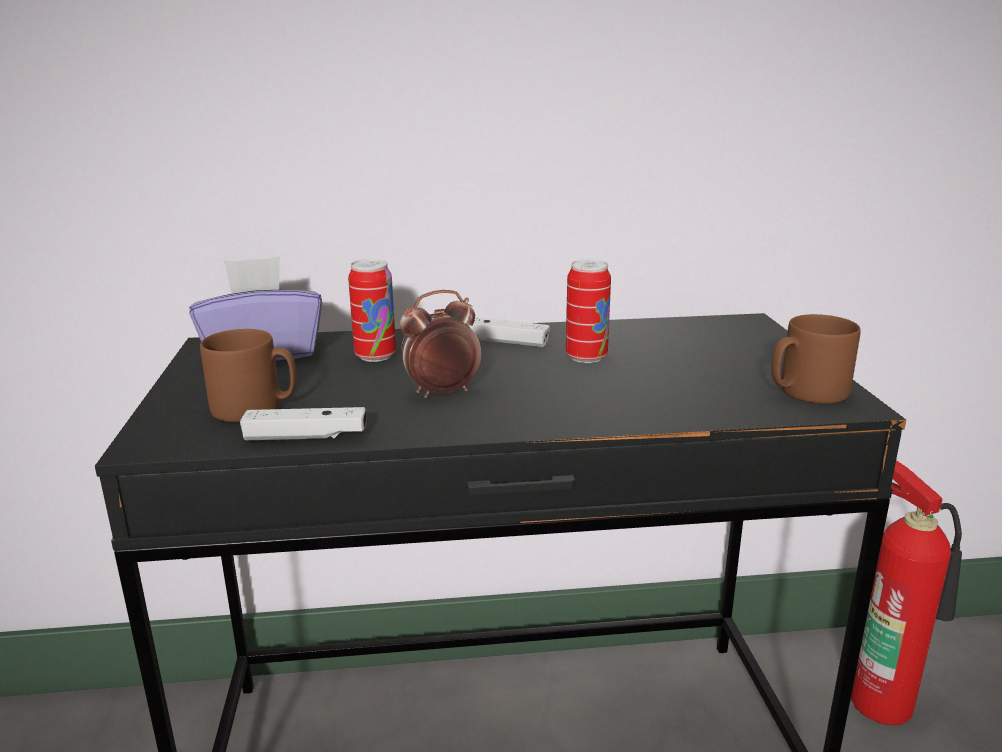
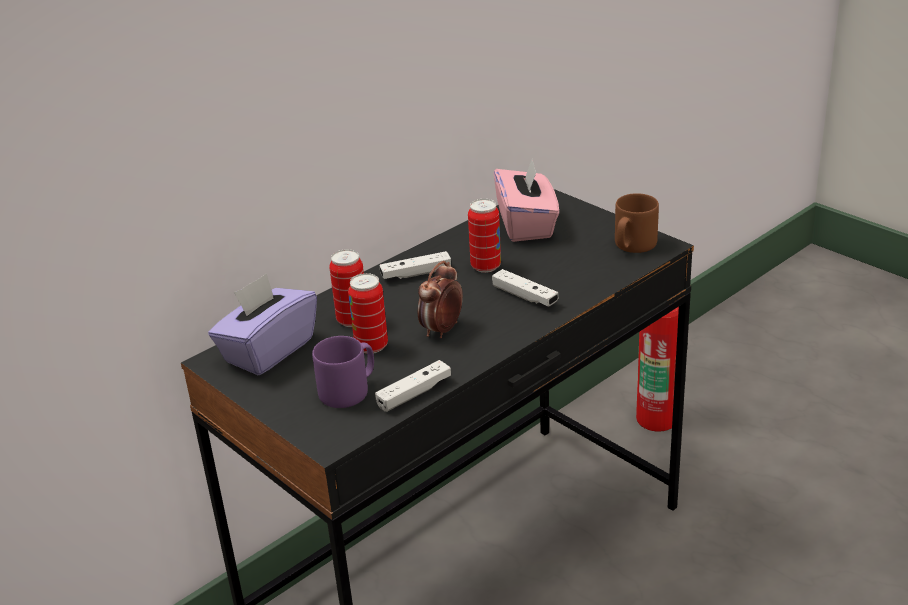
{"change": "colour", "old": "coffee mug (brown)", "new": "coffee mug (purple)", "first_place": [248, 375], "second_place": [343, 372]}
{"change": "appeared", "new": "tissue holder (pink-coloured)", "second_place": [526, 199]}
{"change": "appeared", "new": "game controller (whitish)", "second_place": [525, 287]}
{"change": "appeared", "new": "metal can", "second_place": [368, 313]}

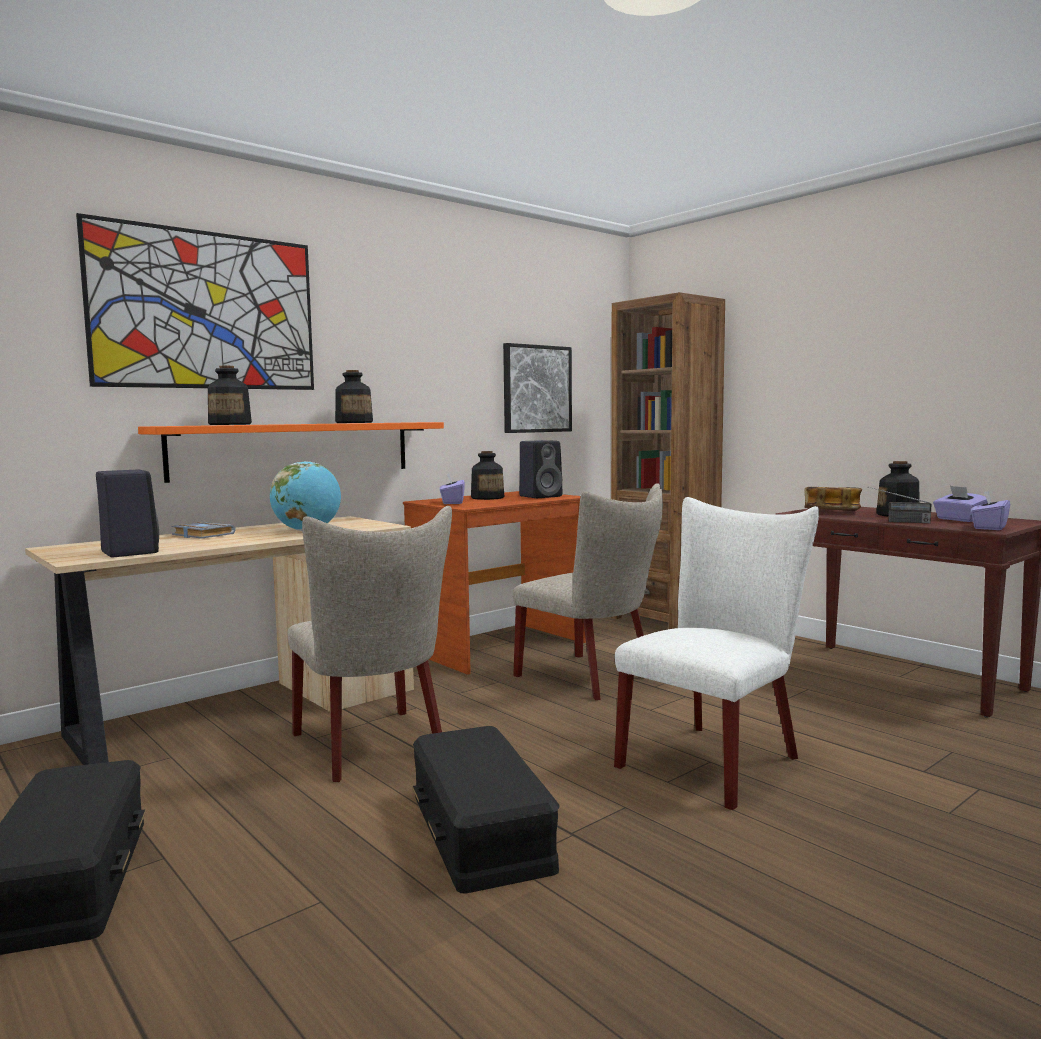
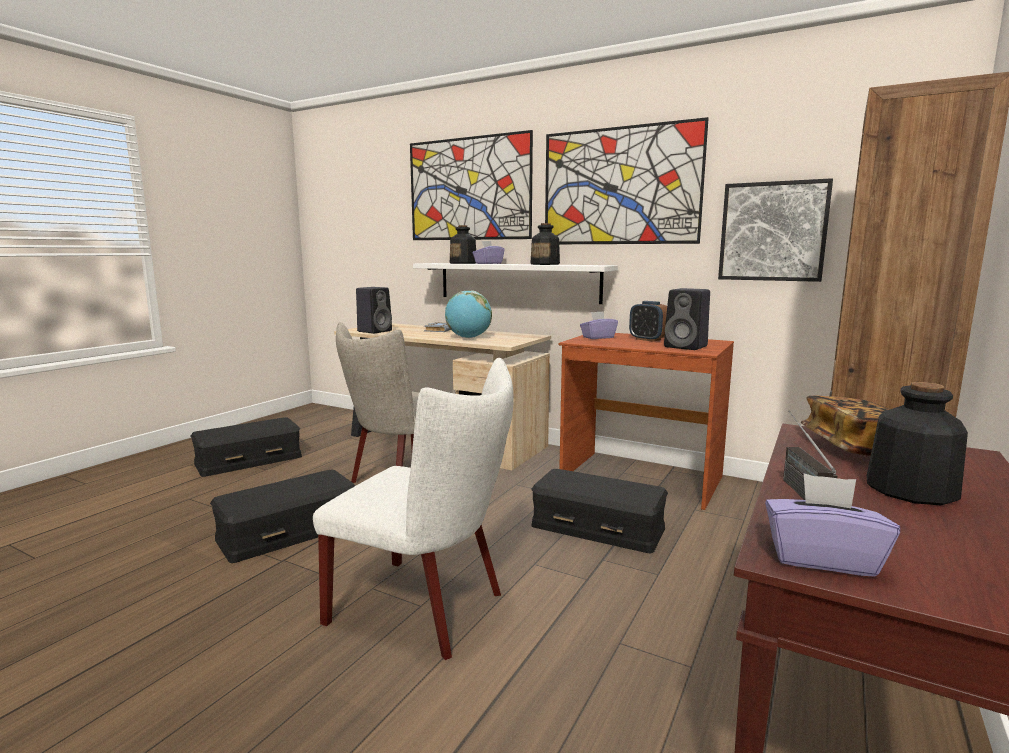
{"change": "colour", "old": "wall shelf (orange)", "new": "wall shelf (whitish)", "first_place": [291, 452], "second_place": [515, 283]}
{"change": "exchanged", "old": "bottle", "new": "alarm clock", "first_place": [487, 475], "second_place": [648, 321]}
{"change": "exchanged", "old": "chair (sand-coloured)", "new": "storage bin (black)", "first_place": [588, 591], "second_place": [599, 511]}
{"change": "relocated", "old": "tissue holder (purple)", "first_place": [960, 504], "second_place": [489, 252]}
{"change": "appeared", "new": "wall picture", "second_place": [626, 180]}

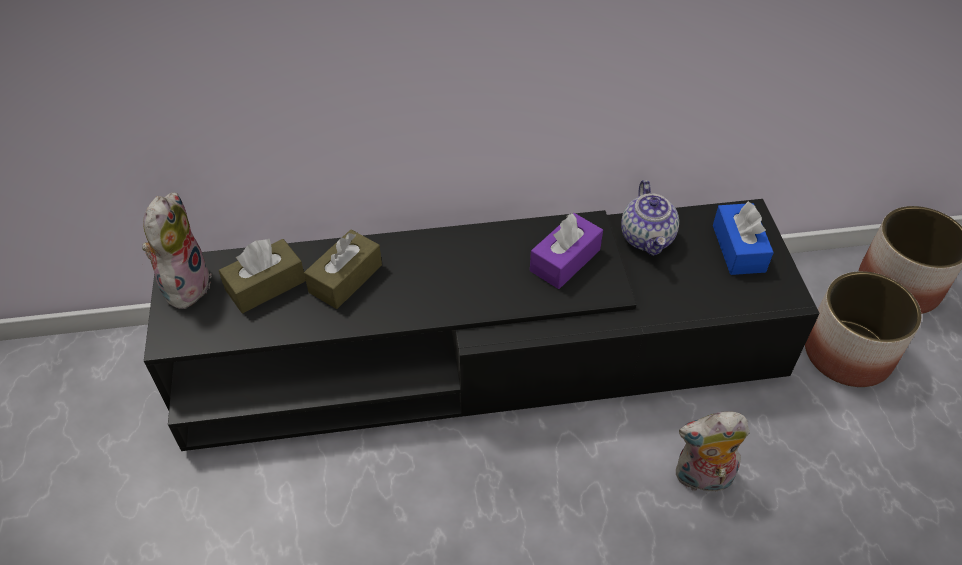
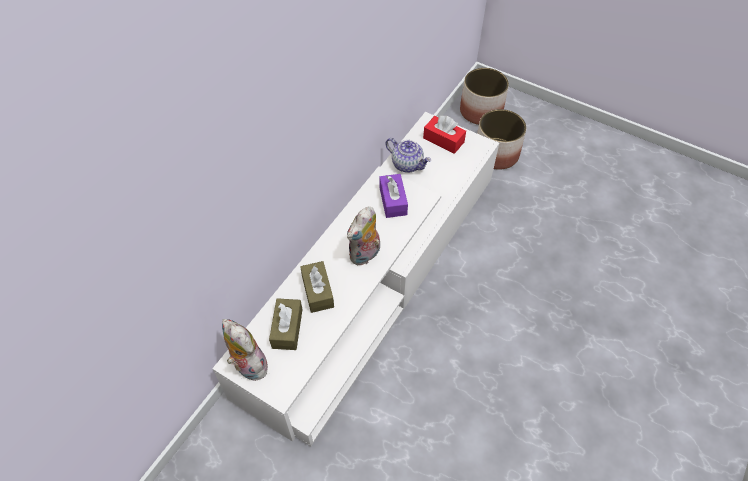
{"change": "colour", "old": "tv stand (black)", "new": "tv stand (whitish)", "first_place": [482, 325], "second_place": [355, 279]}
{"change": "colour", "old": "tissue holder (bluish)", "new": "tissue holder (reddish)", "first_place": [743, 238], "second_place": [444, 135]}
{"change": "relocated", "old": "plush toy", "first_place": [713, 454], "second_place": [363, 236]}

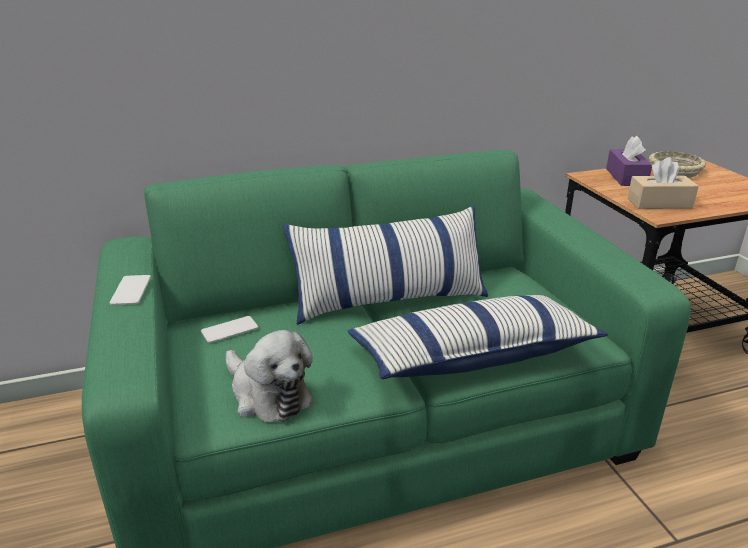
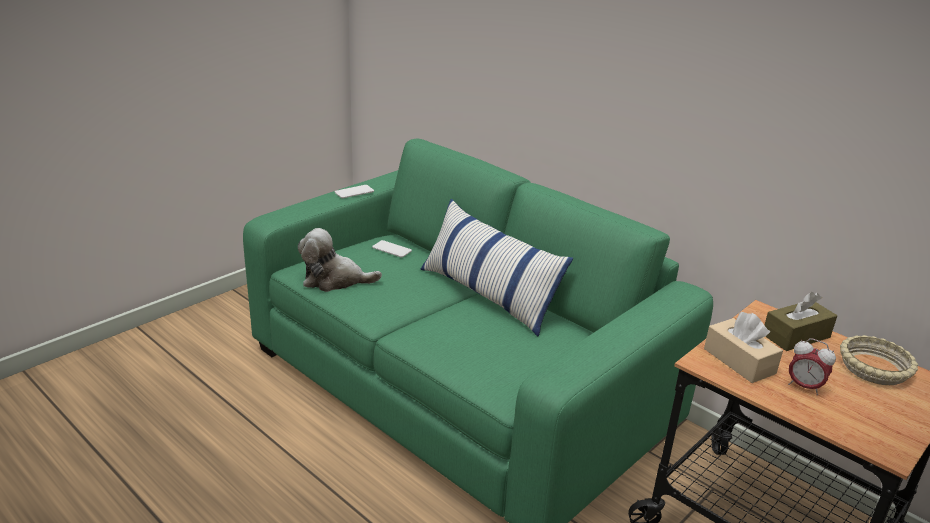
{"change": "colour", "old": "tissue holder (purple)", "new": "tissue holder (brown)", "first_place": [629, 161], "second_place": [801, 321]}
{"change": "missing", "old": "throw pillow", "first_place": [477, 337]}
{"change": "spun", "old": "plush toy", "first_place": [269, 376], "second_place": [340, 260], "degrees": 75}
{"change": "appeared", "new": "alarm clock", "second_place": [812, 367]}

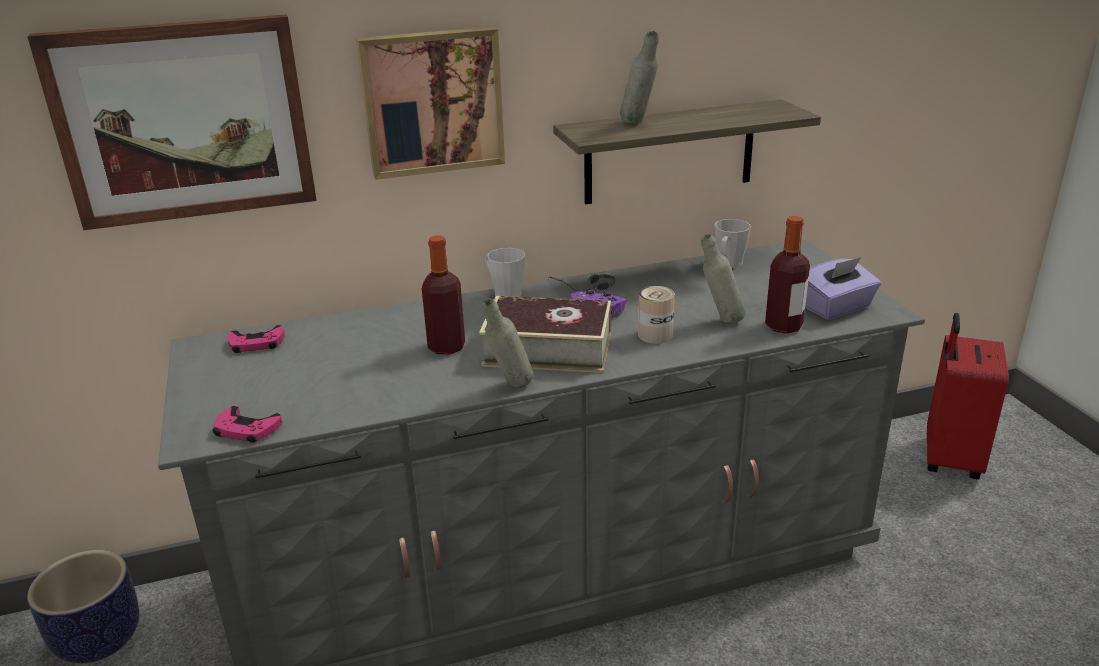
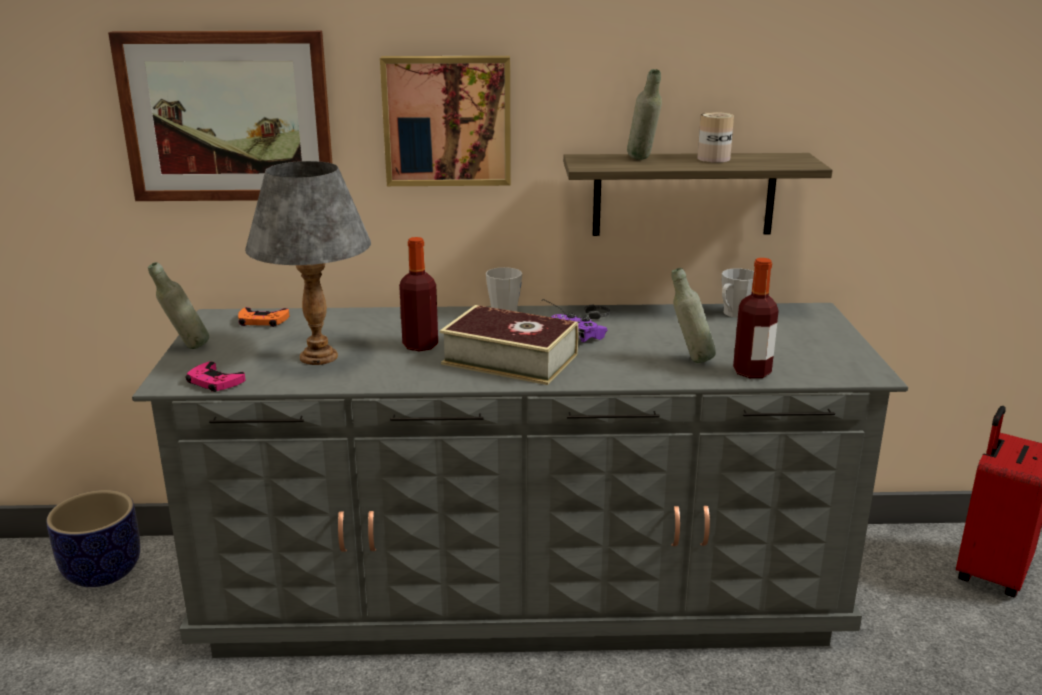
{"change": "missing", "old": "tissue holder (purple)", "first_place": [843, 288]}
{"change": "relocated", "old": "metal can", "first_place": [656, 315], "second_place": [715, 137]}
{"change": "relocated", "old": "bottle (grey)", "first_place": [507, 343], "second_place": [178, 305]}
{"change": "colour", "old": "game controller (pink-coloured)", "new": "game controller (orange)", "first_place": [256, 339], "second_place": [263, 317]}
{"change": "appeared", "new": "table lamp (grey)", "second_place": [308, 263]}

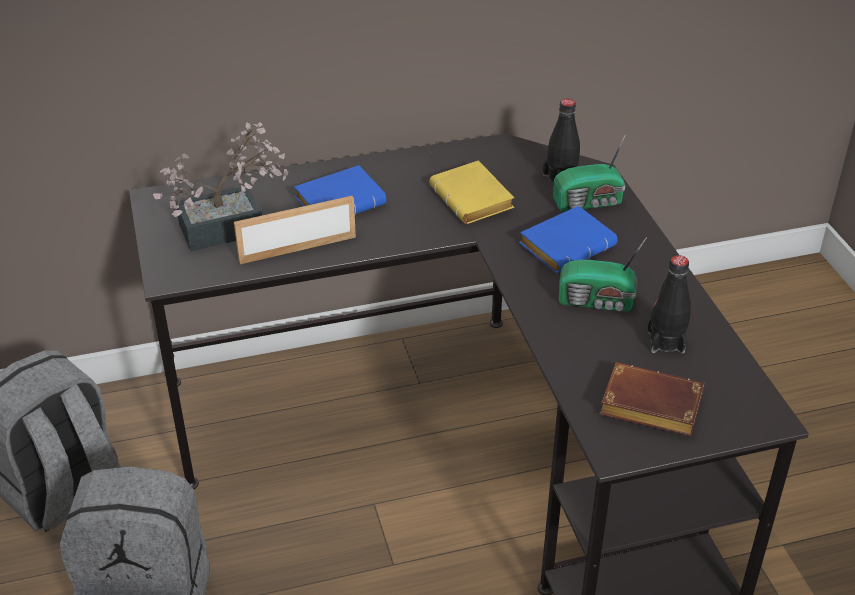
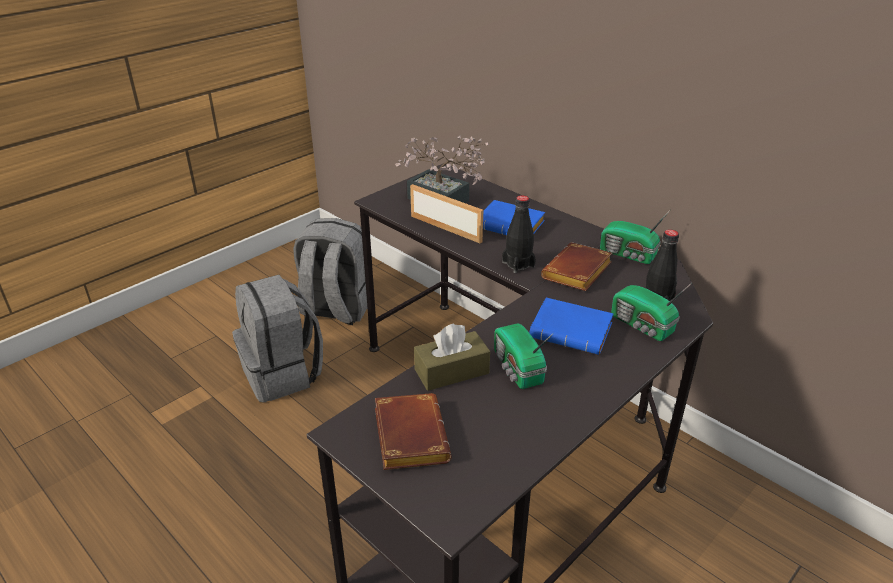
{"change": "colour", "old": "volume (yellowish)", "new": "volume (brown)", "first_place": [471, 192], "second_place": [576, 266]}
{"change": "relocated", "old": "bottle (black)", "first_place": [669, 304], "second_place": [519, 234]}
{"change": "appeared", "new": "radio receiver", "second_place": [635, 236]}
{"change": "appeared", "new": "tissue holder (brown)", "second_place": [452, 357]}

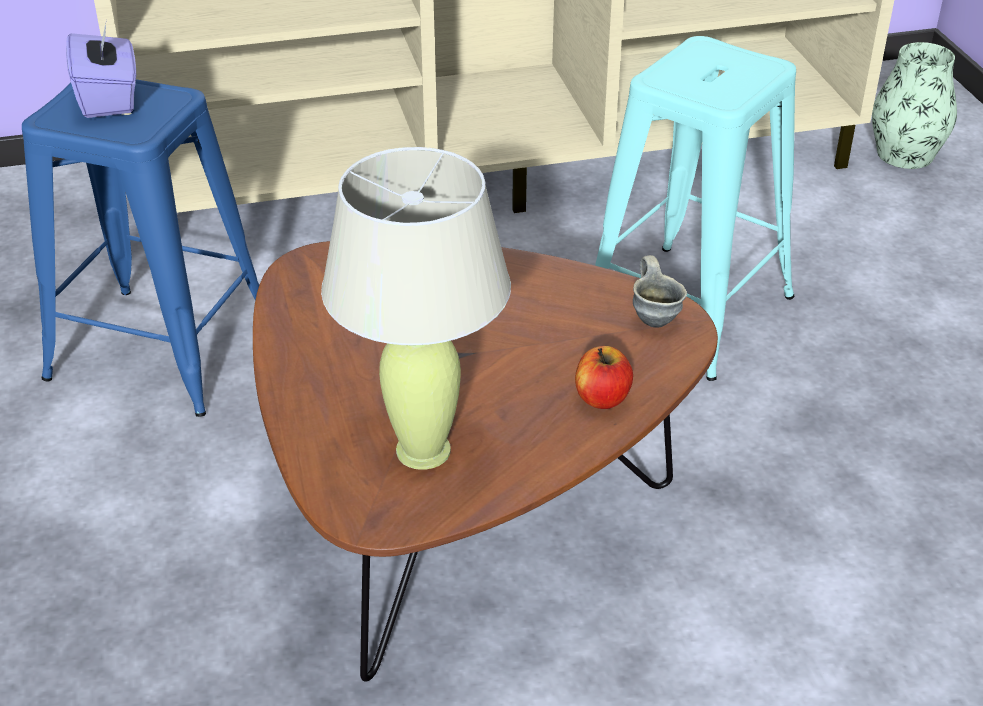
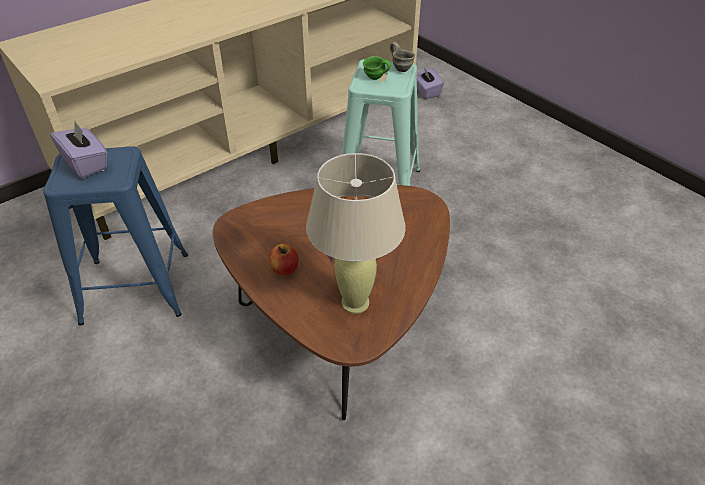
{"change": "exchanged", "old": "flower vase", "new": "tissue holder (purple)", "first_place": [914, 105], "second_place": [430, 83]}
{"change": "relocated", "old": "coffee mug (grey)", "first_place": [660, 291], "second_place": [402, 57]}
{"change": "relocated", "old": "apple fruit", "first_place": [604, 377], "second_place": [284, 260]}
{"change": "appeared", "new": "coffee mug (green)", "second_place": [377, 68]}

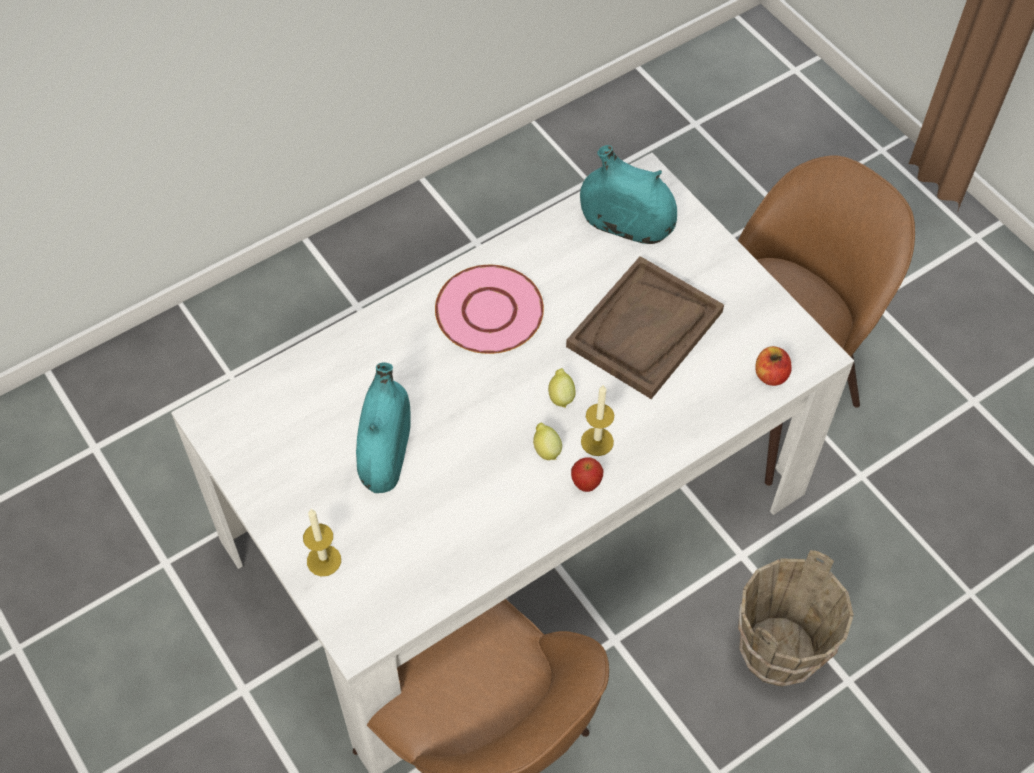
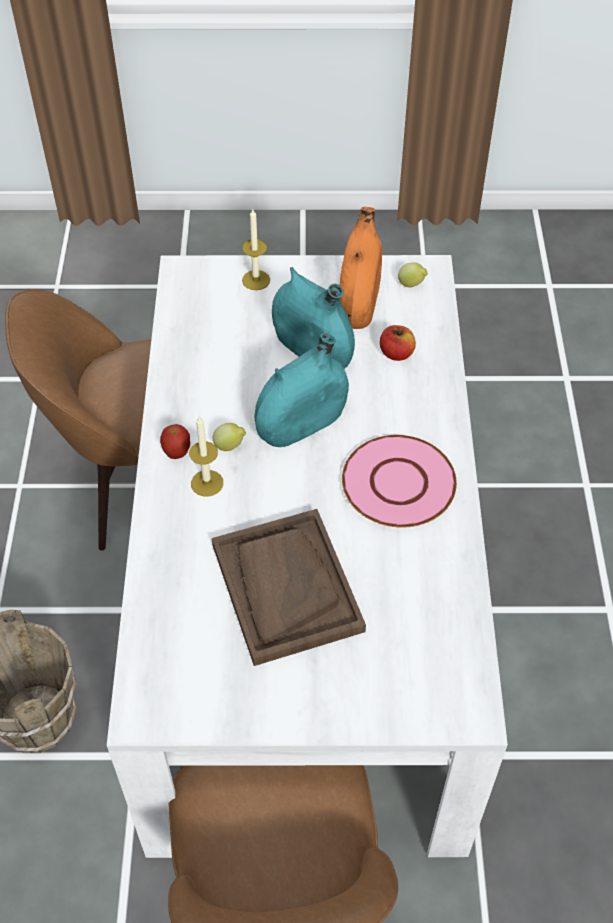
{"change": "relocated", "old": "flower vase (blue-green)", "first_place": [628, 194], "second_place": [302, 390]}
{"change": "relocated", "old": "apple fruit", "first_place": [773, 366], "second_place": [398, 343]}
{"change": "relocated", "old": "citrus fruit", "first_place": [561, 388], "second_place": [413, 274]}
{"change": "appeared", "new": "flower vase (orange)", "second_place": [360, 268]}

